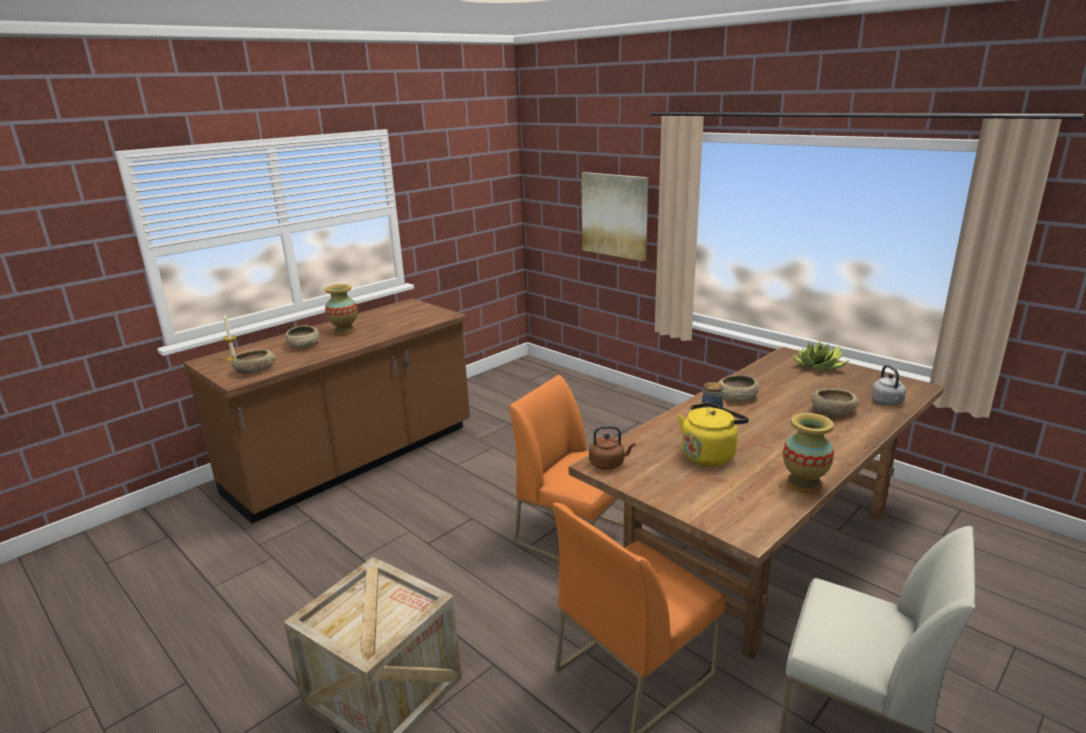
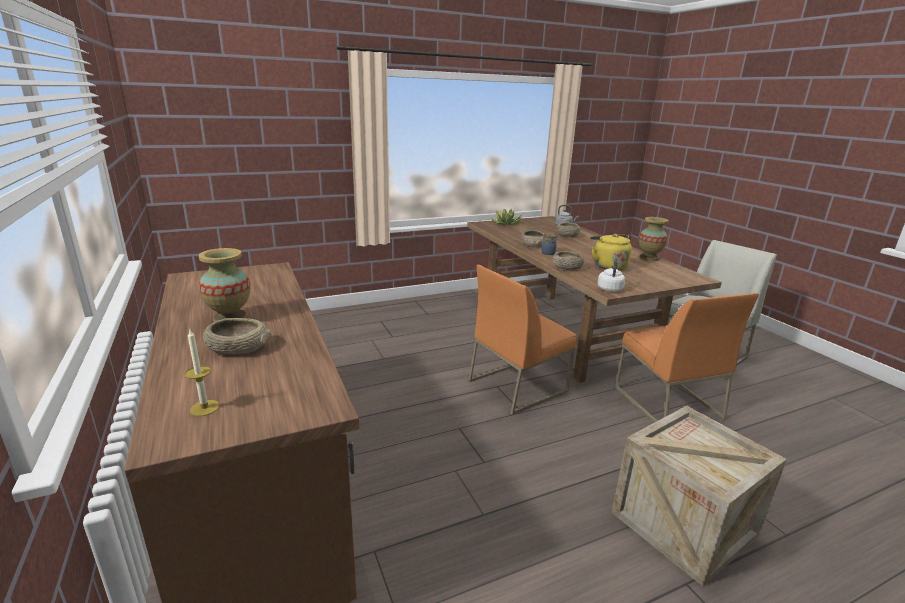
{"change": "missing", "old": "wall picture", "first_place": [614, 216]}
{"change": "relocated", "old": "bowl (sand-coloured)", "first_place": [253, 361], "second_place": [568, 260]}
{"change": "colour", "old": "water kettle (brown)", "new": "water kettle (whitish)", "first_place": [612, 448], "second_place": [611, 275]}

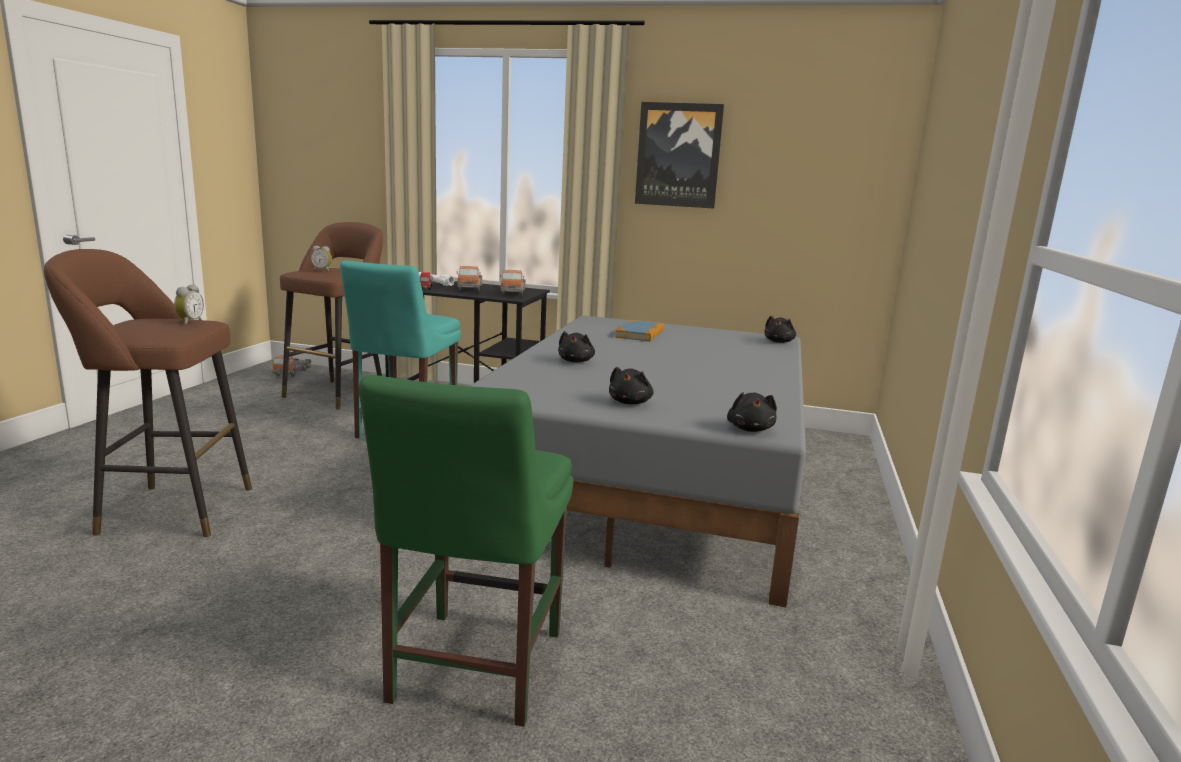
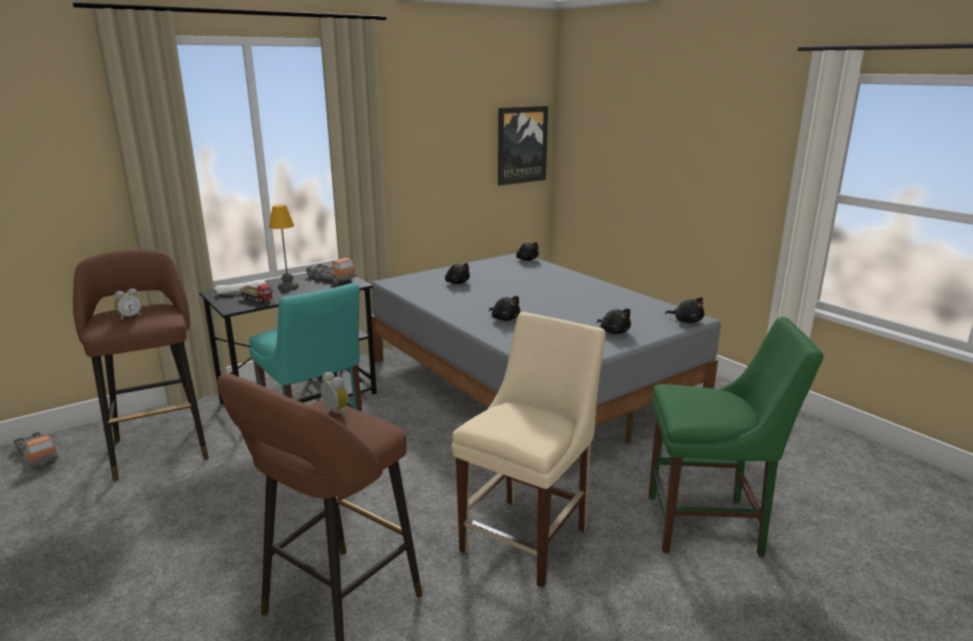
{"change": "relocated", "old": "wall picture", "first_place": [679, 155], "second_place": [523, 146]}
{"change": "exchanged", "old": "model truck", "new": "table lamp", "first_place": [469, 278], "second_place": [284, 247]}
{"change": "exchanged", "old": "volume", "new": "plush toy (black)", "first_place": [639, 331], "second_place": [457, 273]}
{"change": "spun", "old": "chair (green)", "first_place": [466, 551], "second_place": [736, 437], "degrees": -45}
{"change": "appeared", "new": "chair (sand-coloured)", "second_place": [528, 450]}

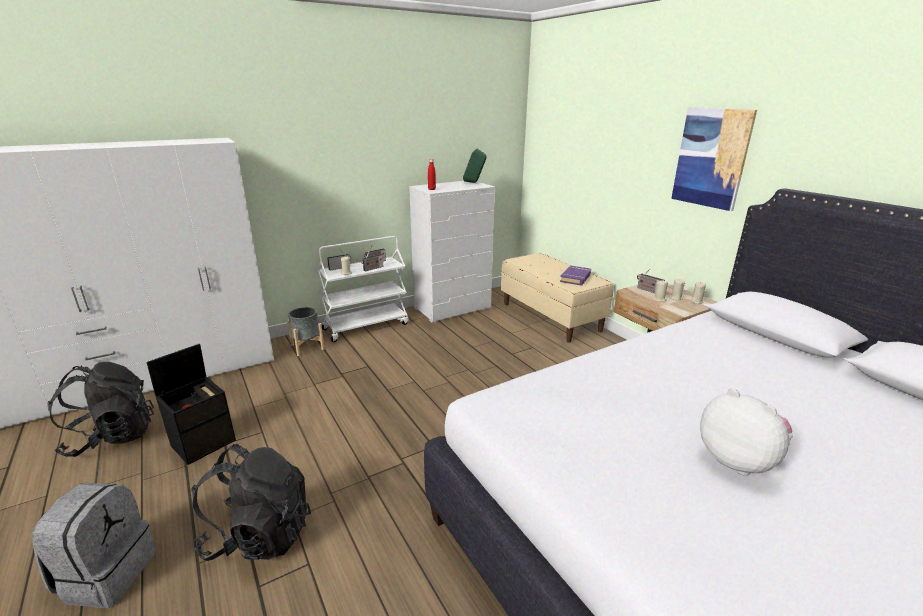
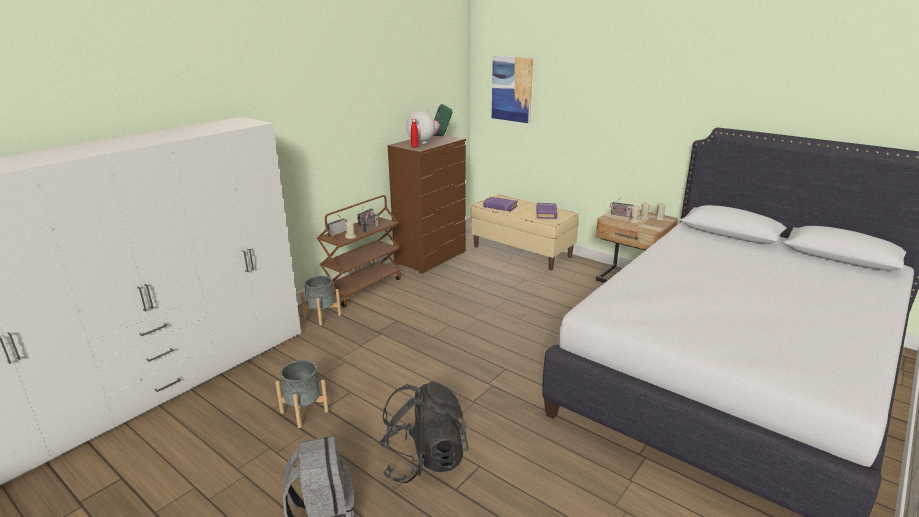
{"change": "relocated", "old": "wall picture", "first_place": [714, 159], "second_place": [512, 89]}
{"change": "colour", "old": "chest of drawers (whitish)", "new": "chest of drawers (brown)", "first_place": [452, 252], "second_place": [427, 204]}
{"change": "colour", "old": "wheeled cart (whitish)", "new": "wheeled cart (brown)", "first_place": [363, 289], "second_place": [359, 251]}
{"change": "exchanged", "old": "storage bin (black)", "new": "flower pot (grey)", "first_place": [191, 404], "second_place": [302, 394]}
{"change": "missing", "old": "backpack (black)", "first_place": [100, 409]}
{"change": "relocated", "old": "plush toy", "first_place": [746, 432], "second_place": [423, 126]}
{"change": "appeared", "new": "volume (purple)", "second_place": [500, 204]}

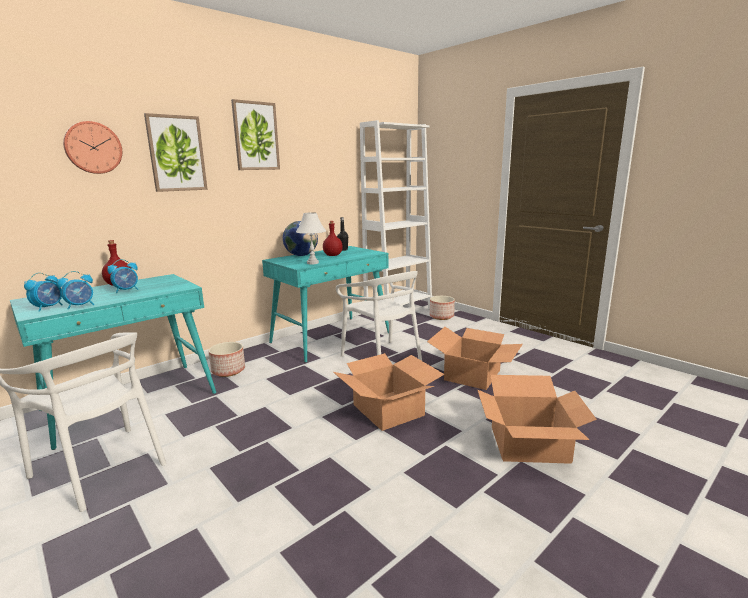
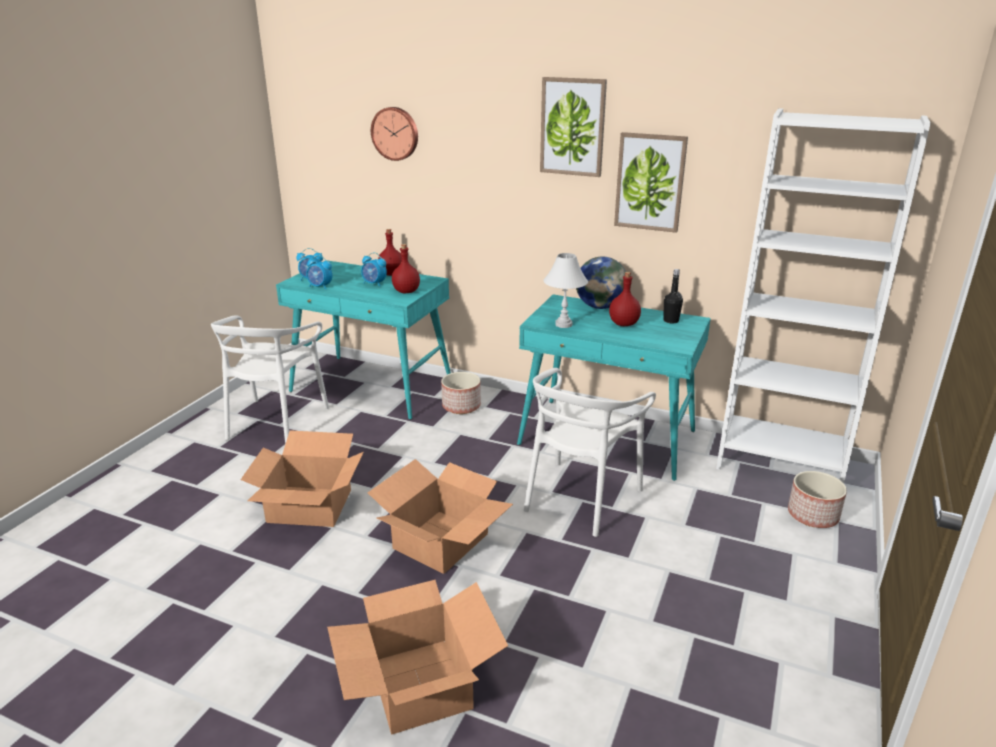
{"change": "relocated", "old": "wall picture", "first_place": [176, 152], "second_place": [651, 182]}
{"change": "relocated", "old": "cardboard box", "first_place": [475, 358], "second_place": [302, 478]}
{"change": "appeared", "new": "bottle (reddish)", "second_place": [406, 269]}

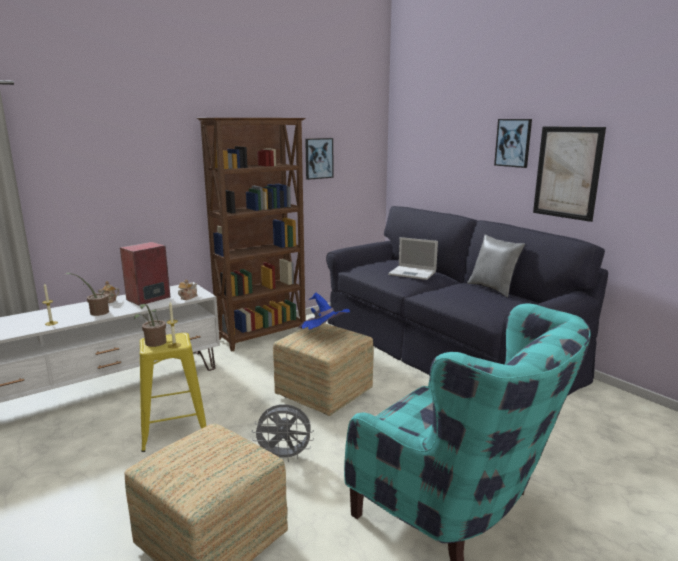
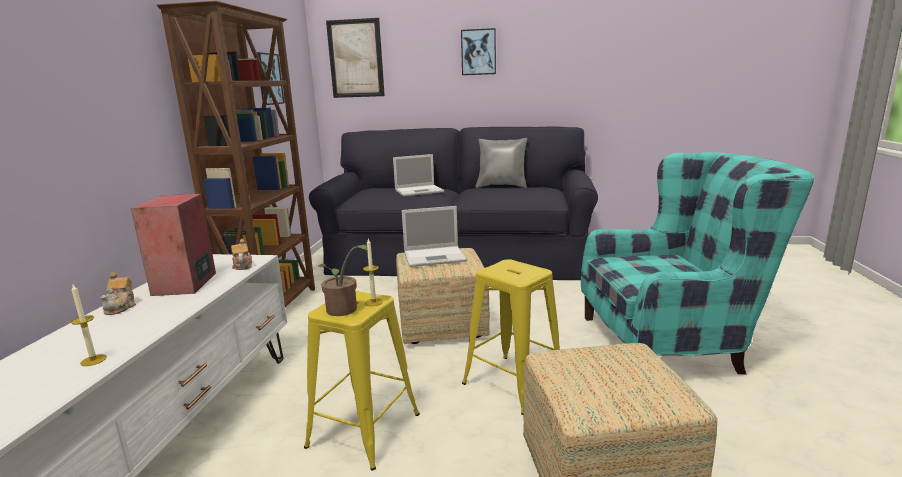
{"change": "relocated", "old": "wall picture", "first_place": [569, 174], "second_place": [355, 58]}
{"change": "missing", "old": "houseplant", "first_place": [87, 294]}
{"change": "exchanged", "old": "wearable hat (bluish)", "new": "notebook computer", "first_place": [324, 311], "second_place": [434, 236]}
{"change": "exchanged", "old": "electric fan (grey)", "new": "stool (yellowish)", "first_place": [283, 433], "second_place": [511, 337]}

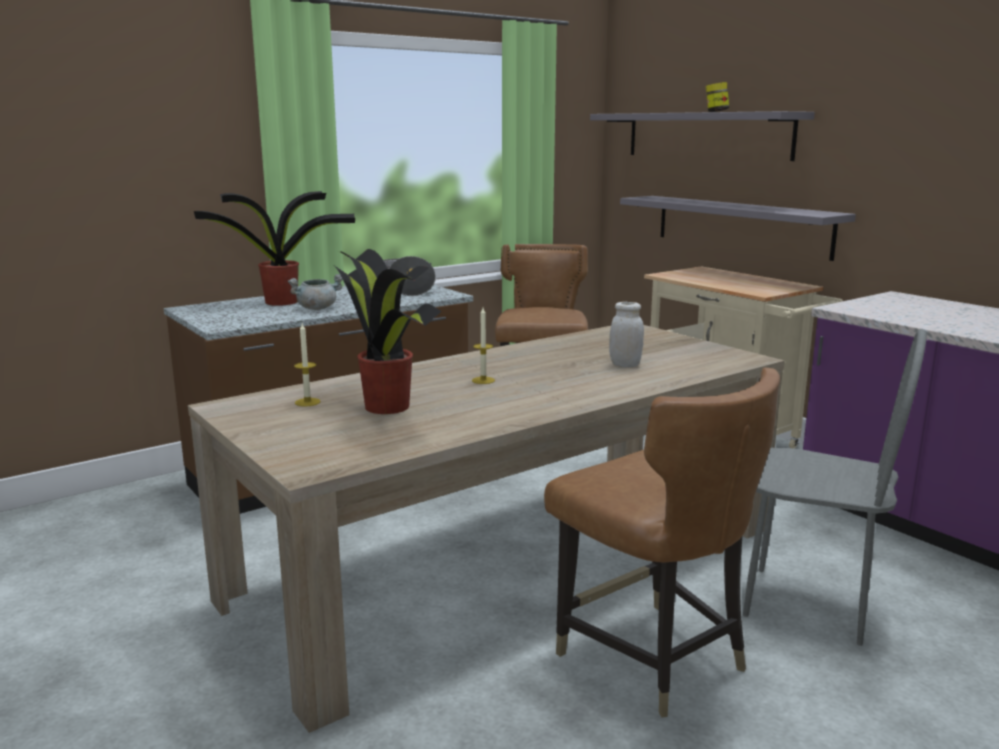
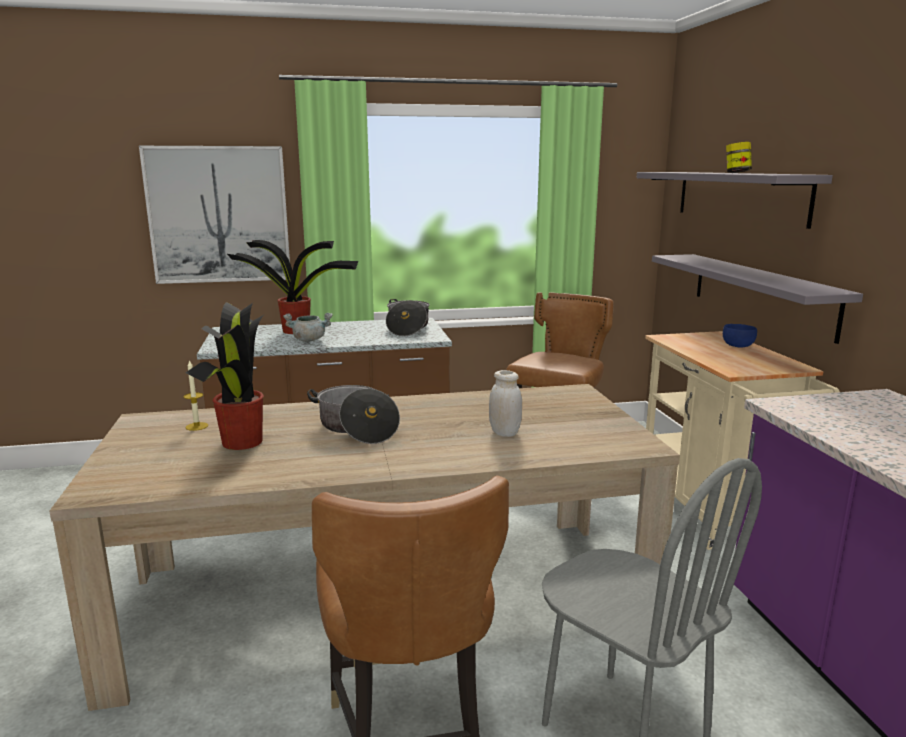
{"change": "exchanged", "old": "wax candle", "new": "saucepot", "first_place": [483, 346], "second_place": [353, 414]}
{"change": "appeared", "new": "wall picture", "second_place": [214, 215]}
{"change": "appeared", "new": "bowl (bluish)", "second_place": [740, 336]}

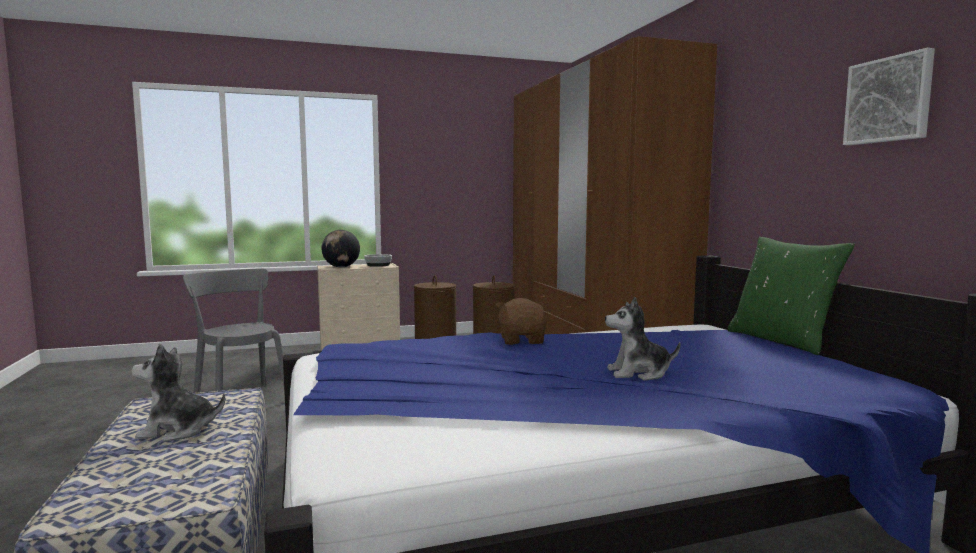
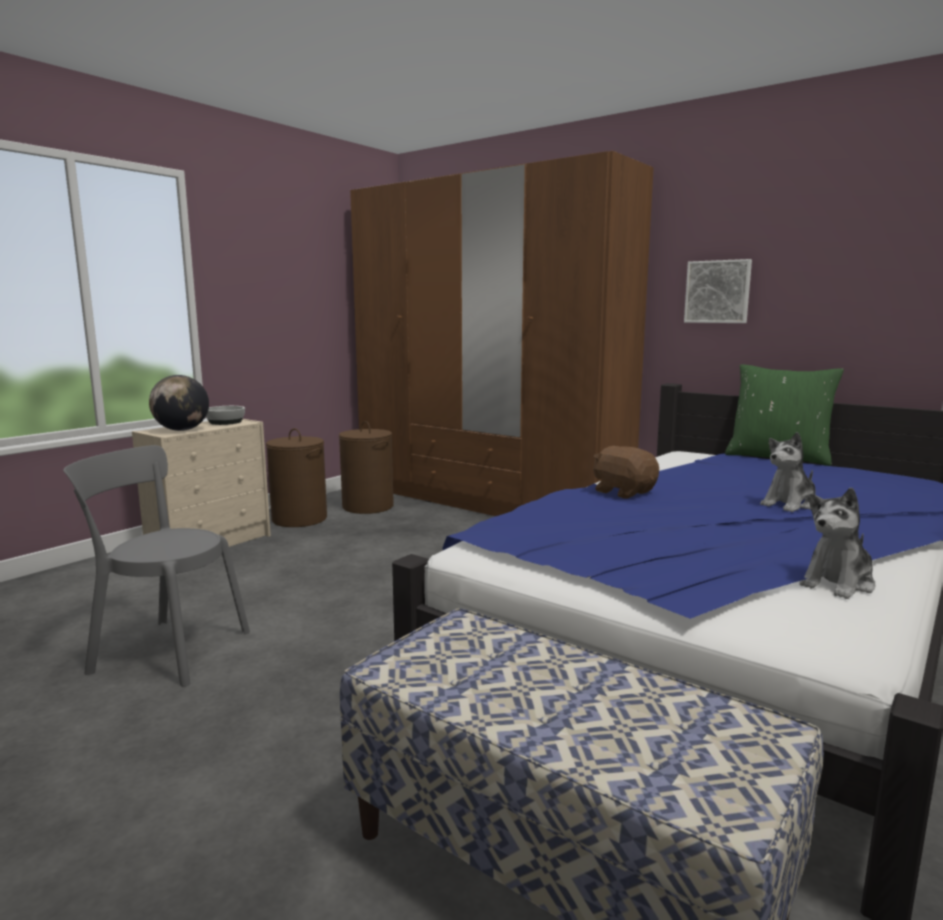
{"change": "relocated", "old": "wall picture", "first_place": [889, 96], "second_place": [718, 291]}
{"change": "relocated", "old": "plush toy", "first_place": [178, 393], "second_place": [837, 543]}

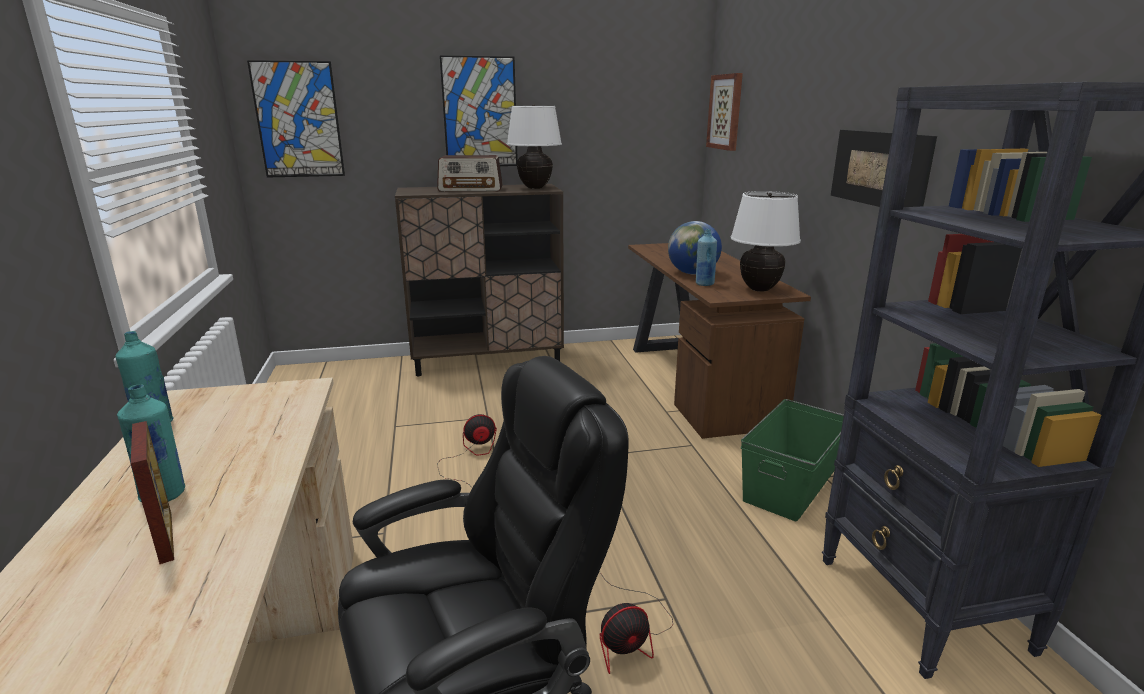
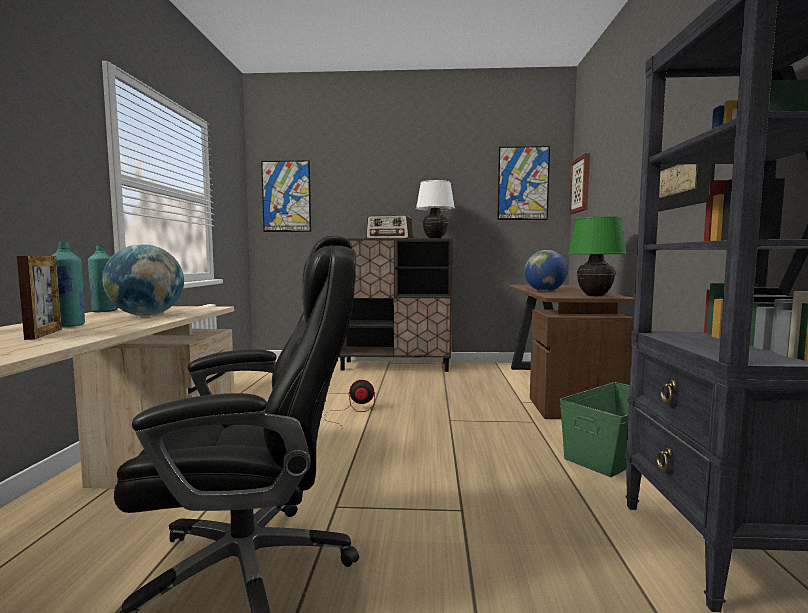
{"change": "relocated", "old": "wall picture", "first_place": [479, 111], "second_place": [523, 183]}
{"change": "colour", "old": "table lamp (whitish)", "new": "table lamp (green)", "first_place": [766, 241], "second_place": [597, 256]}
{"change": "missing", "old": "bottle (bluish)", "first_place": [706, 257]}
{"change": "missing", "old": "electric fan", "first_place": [636, 623]}
{"change": "appeared", "new": "world globe", "second_place": [143, 280]}

